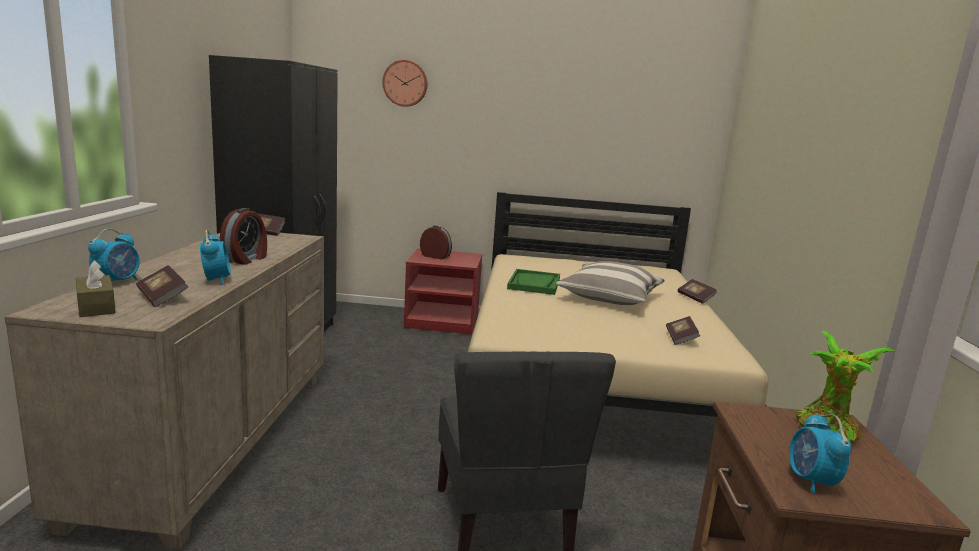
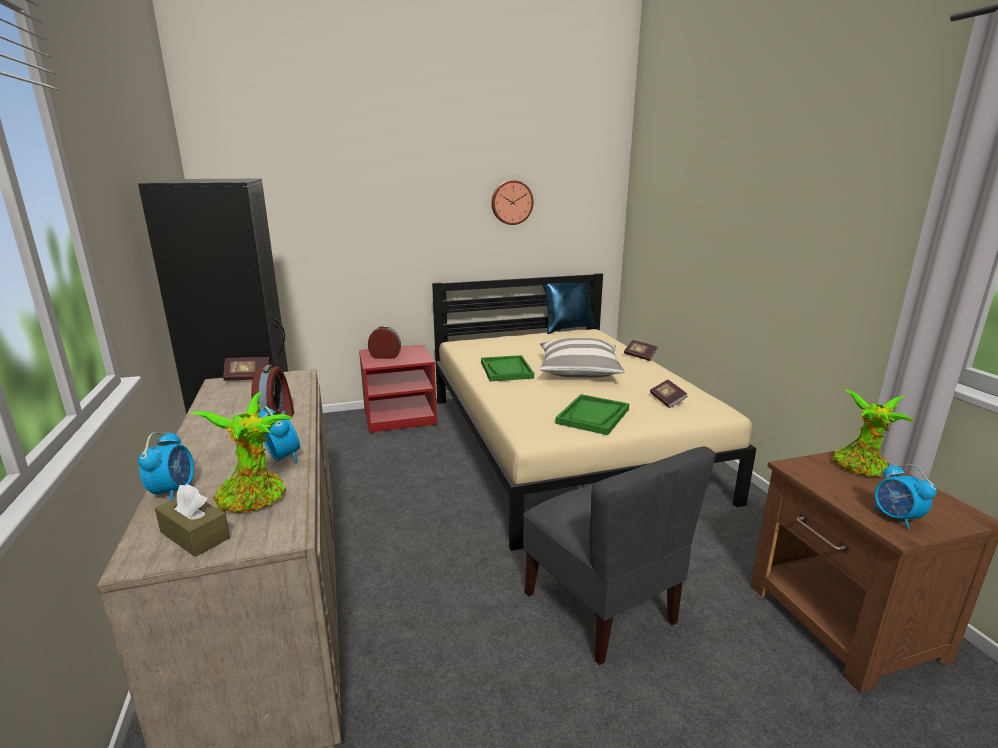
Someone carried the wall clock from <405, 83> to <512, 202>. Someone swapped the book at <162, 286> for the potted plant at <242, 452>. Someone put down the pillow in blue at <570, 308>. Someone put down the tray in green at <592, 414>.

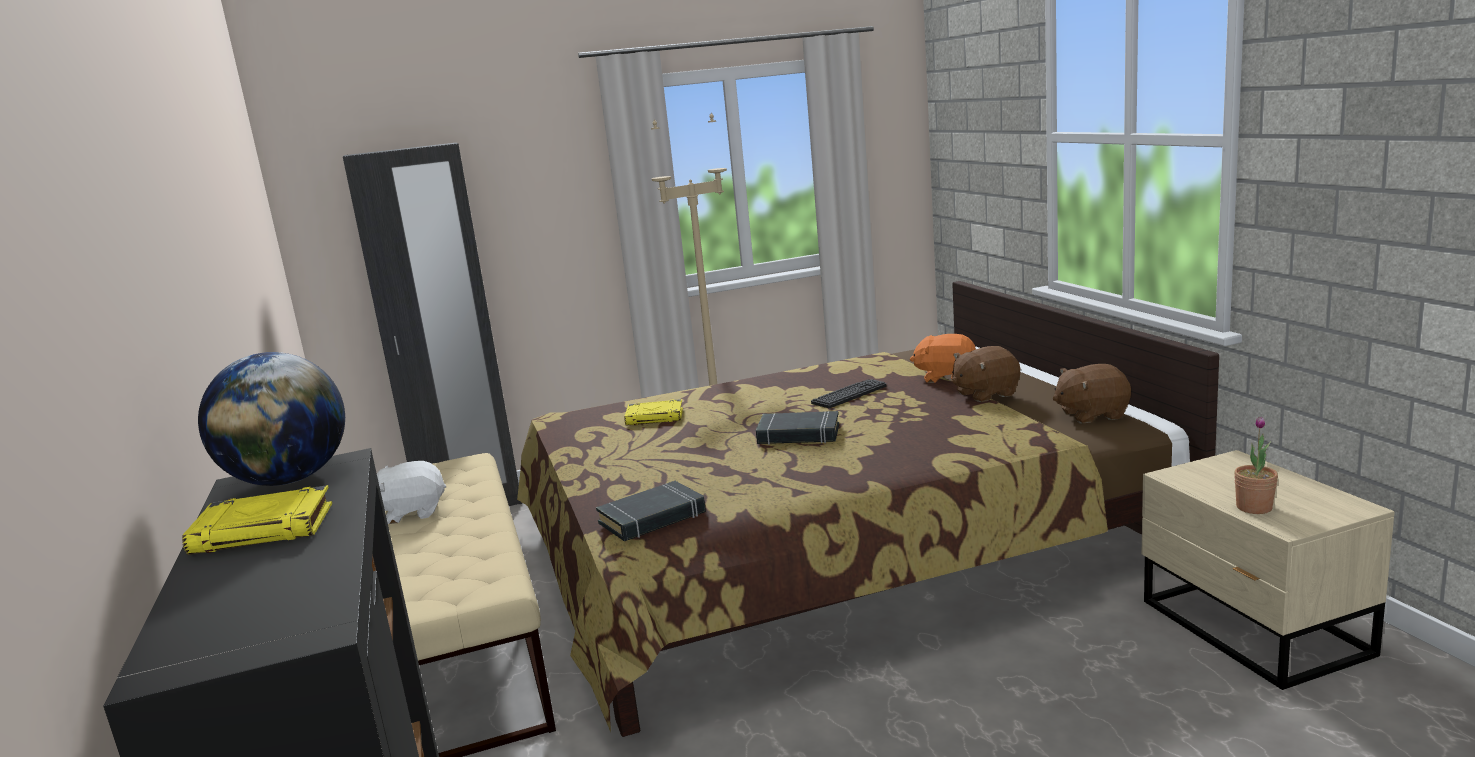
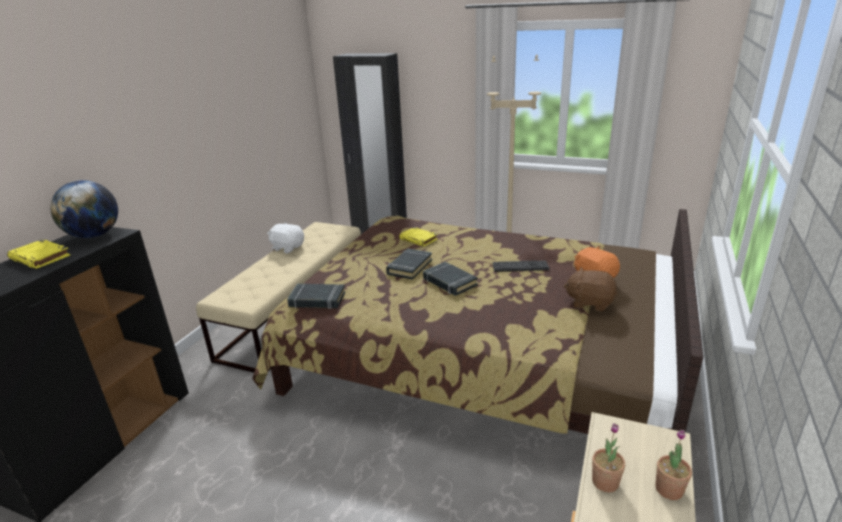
Someone took away the plush toy in brown at <1092, 393>. Someone put down the book in black at <409, 264>. Someone put down the potted plant at <674, 465>.

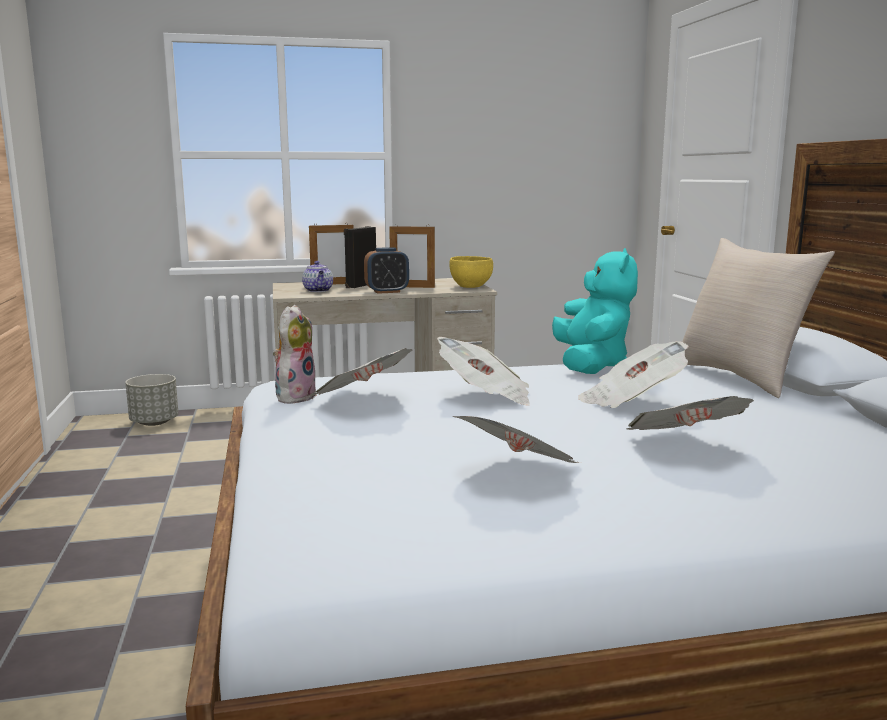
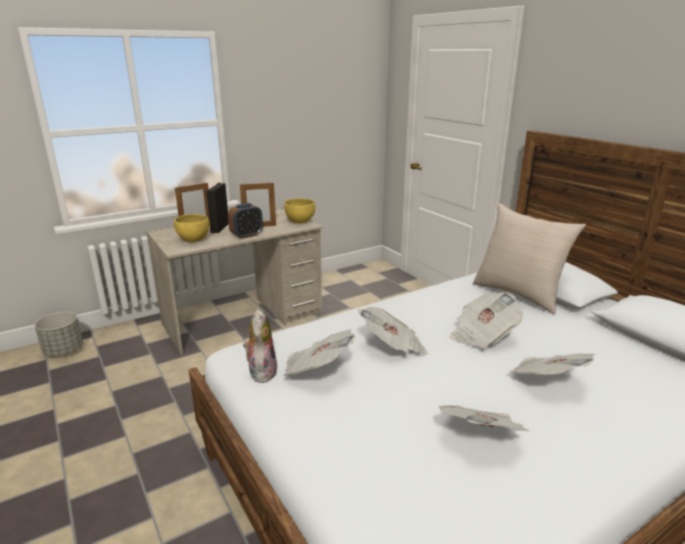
Someone took away the plush toy in turquoise at <595, 311>. Someone swapped the teapot at <317, 276> for the bowl in yellow at <191, 228>.

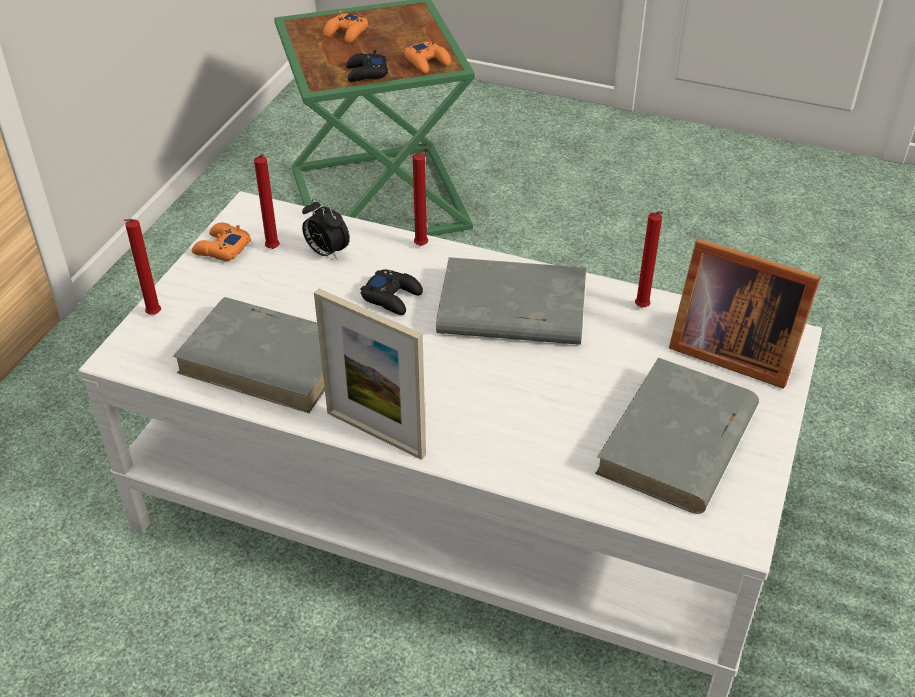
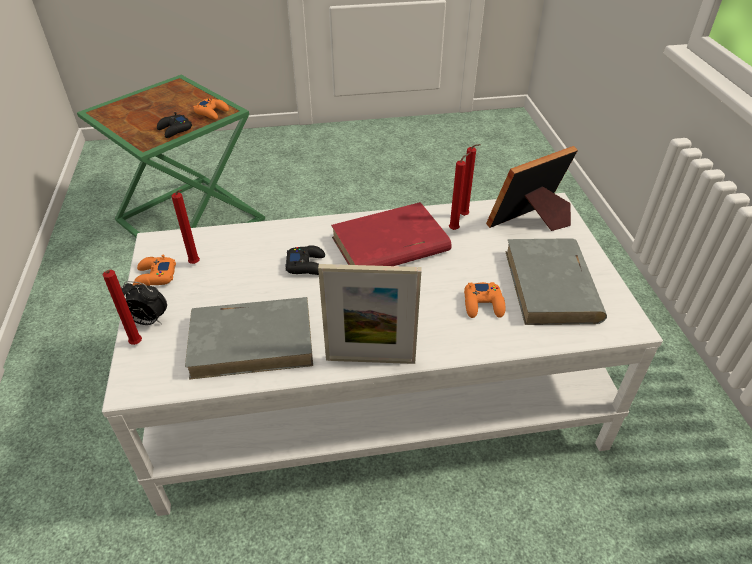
Someone carried the game controller in orange from <345, 27> to <484, 300>. Someone carried the candle in red from <422, 196> to <460, 191>. Someone carried the alarm clock from <326, 229> to <144, 303>. Someone rotated the picture frame at <745, 313> by 150 degrees clockwise. Someone repainted the book in grey at <511, 301>, which became the book in red at <391, 234>.

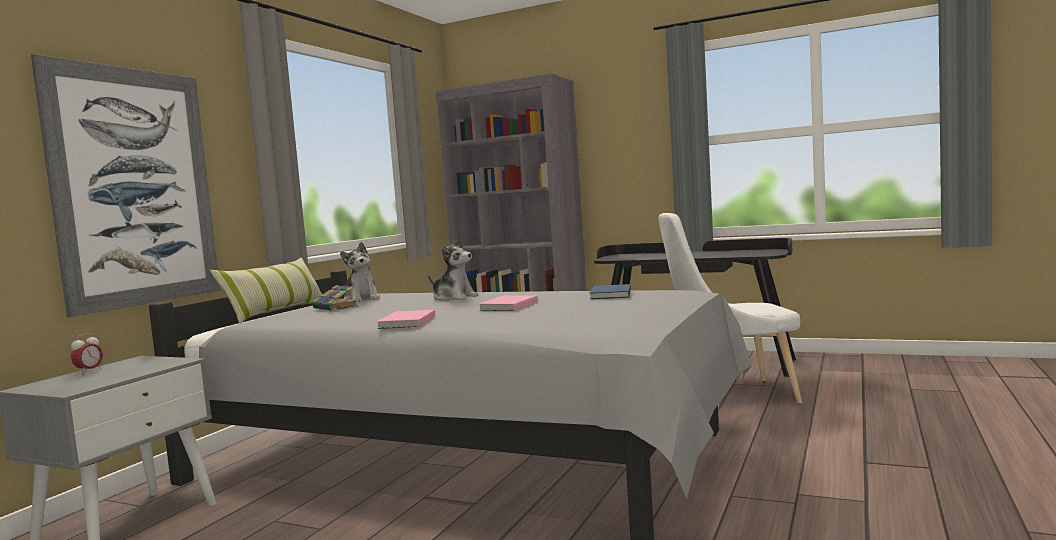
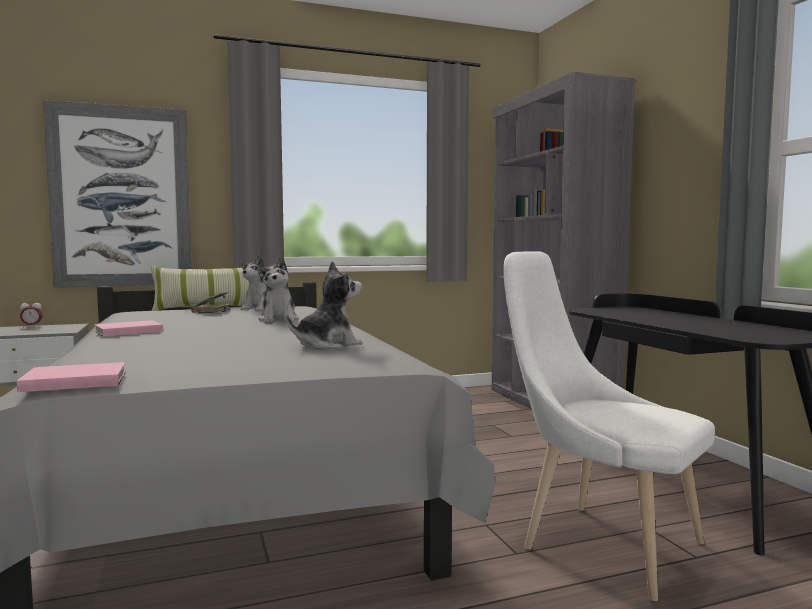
Someone swapped the book in blue at <610, 291> for the plush toy at <324, 305>. Someone carried the book in pink from <508, 303> to <71, 377>.

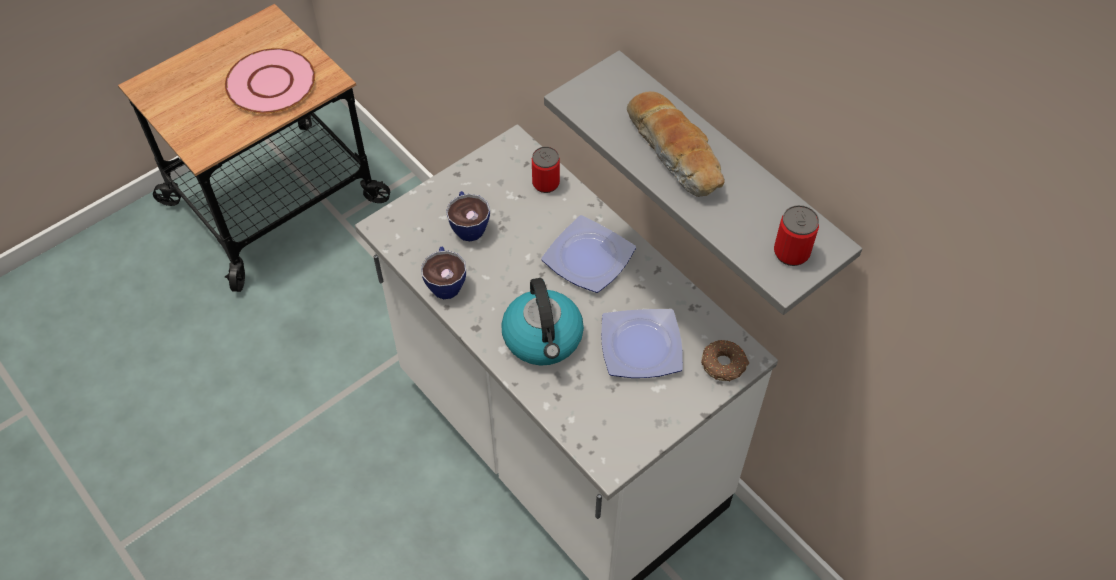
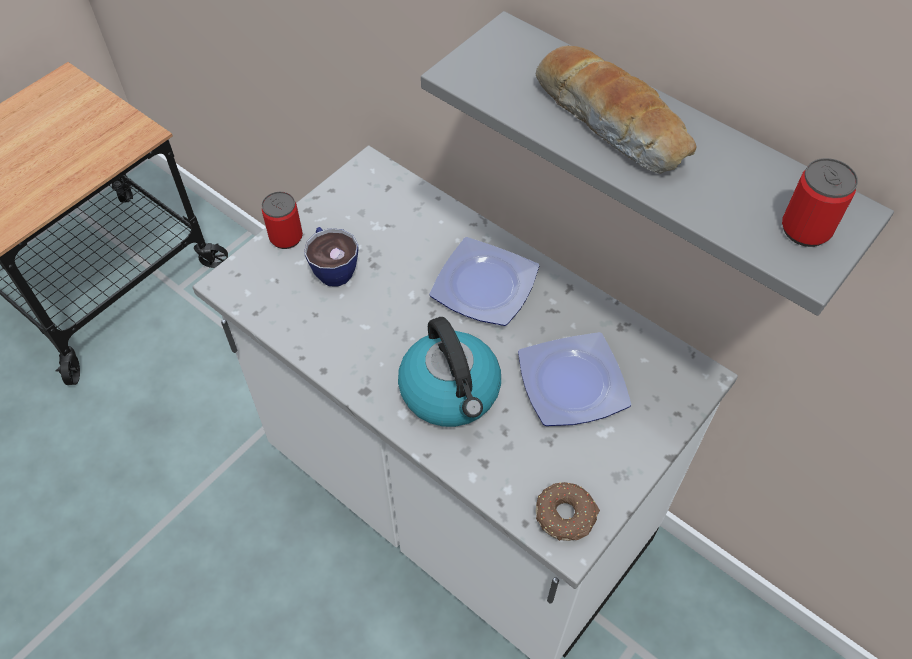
Someone took away the plate in pink at <270, 80>. Someone carried the can from <546, 170> to <282, 220>. Someone took away the cup at <443, 273>. Someone carried the donut from <725, 360> to <568, 511>.

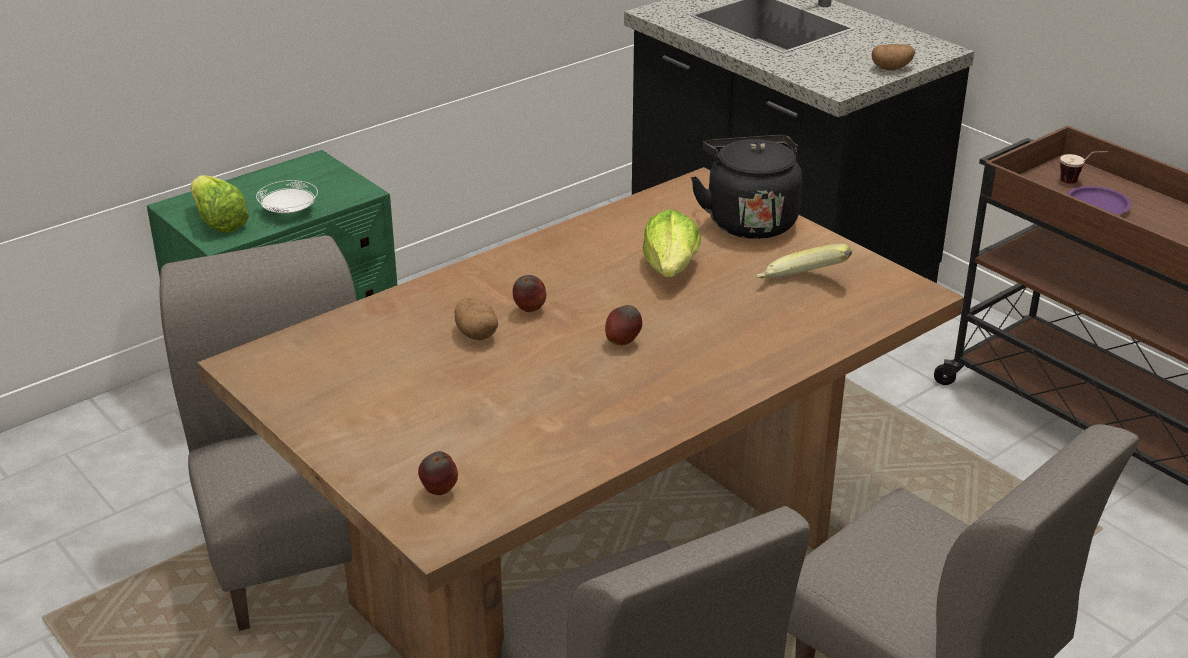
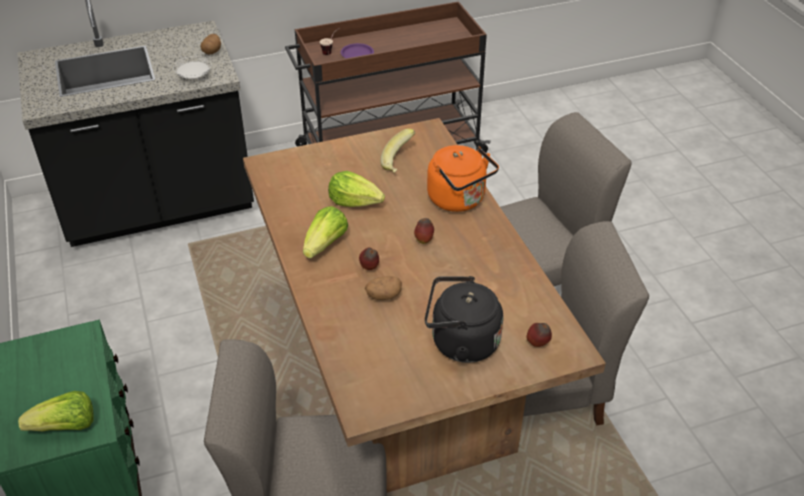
Someone carried the kettle in black from <746, 187> to <464, 319>. Someone carried the plate in white from <287, 197> to <192, 67>. Someone put down the kettle in orange at <463, 178>. Someone put down the lettuce at <325, 232>.

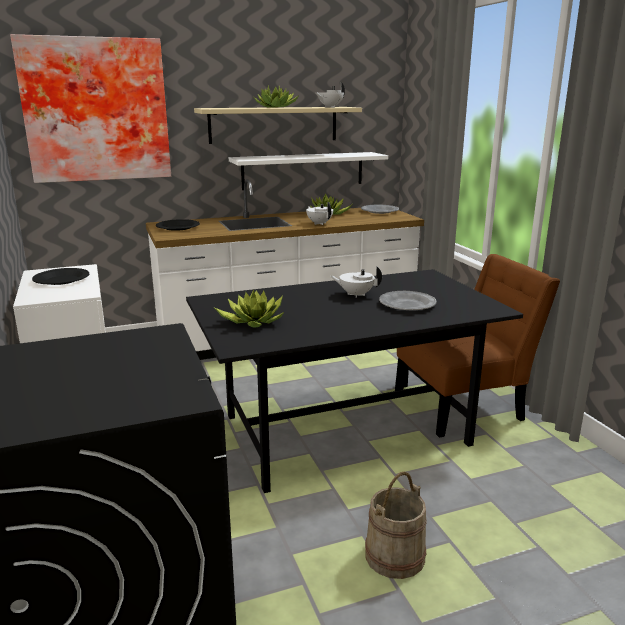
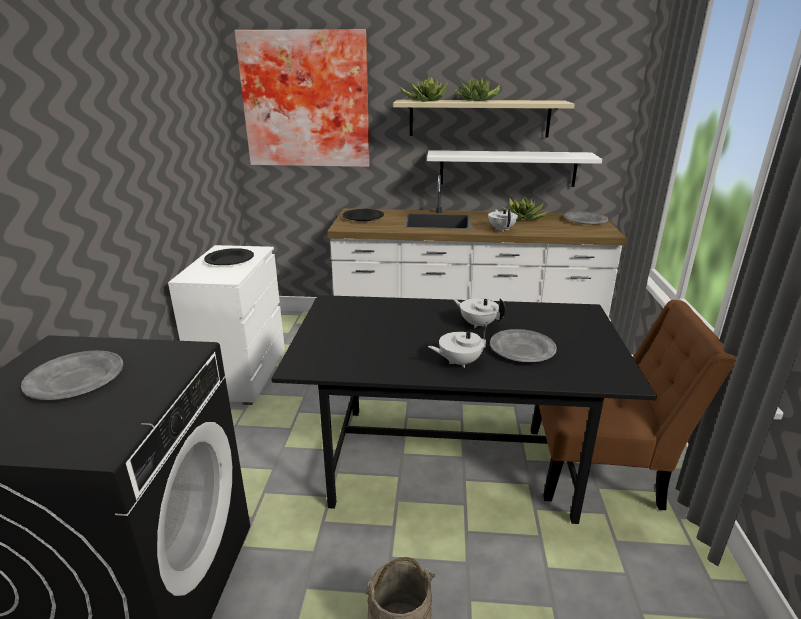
Someone carried the teapot in white from <330, 94> to <459, 346>. Someone carried the potted plant from <249, 308> to <423, 89>. Someone put down the plate in grey at <72, 375>.

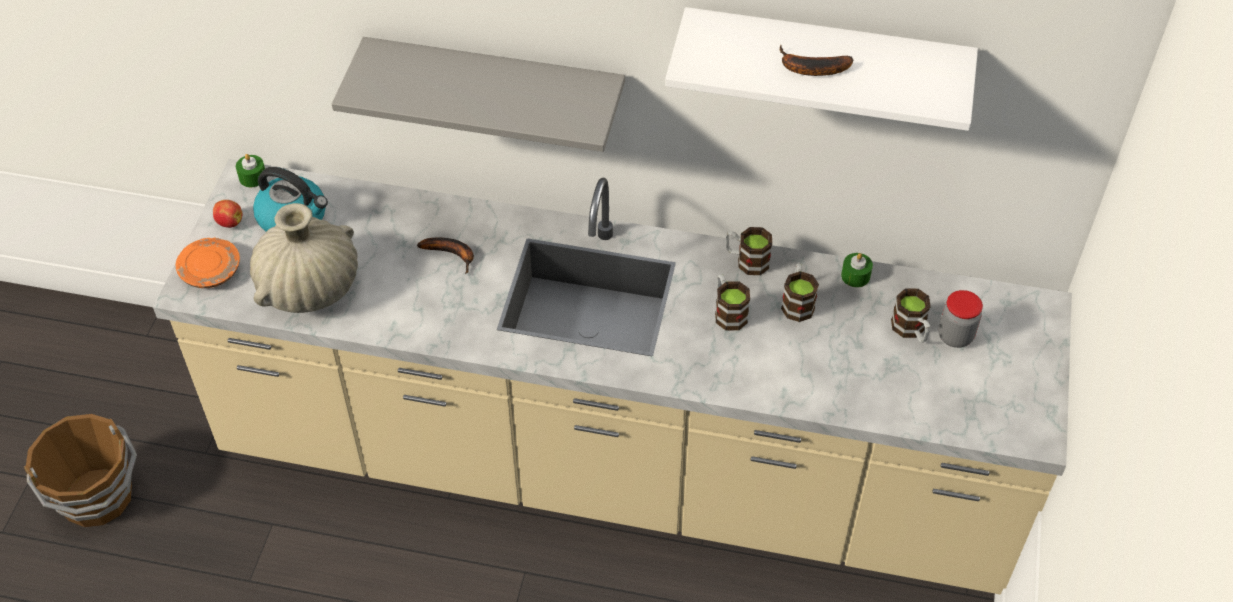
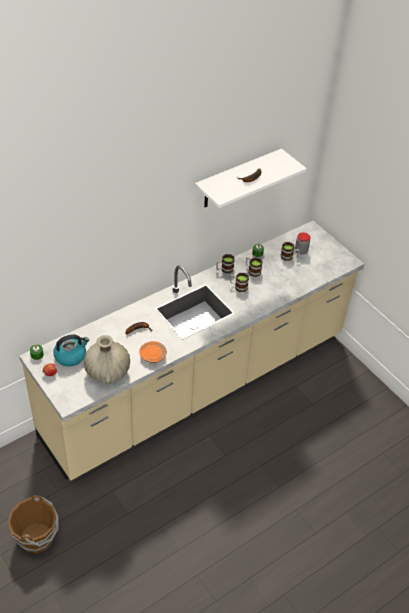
Someone took away the shelf in grey at <478, 94>. Someone carried the plate in orange from <208, 263> to <153, 352>.

